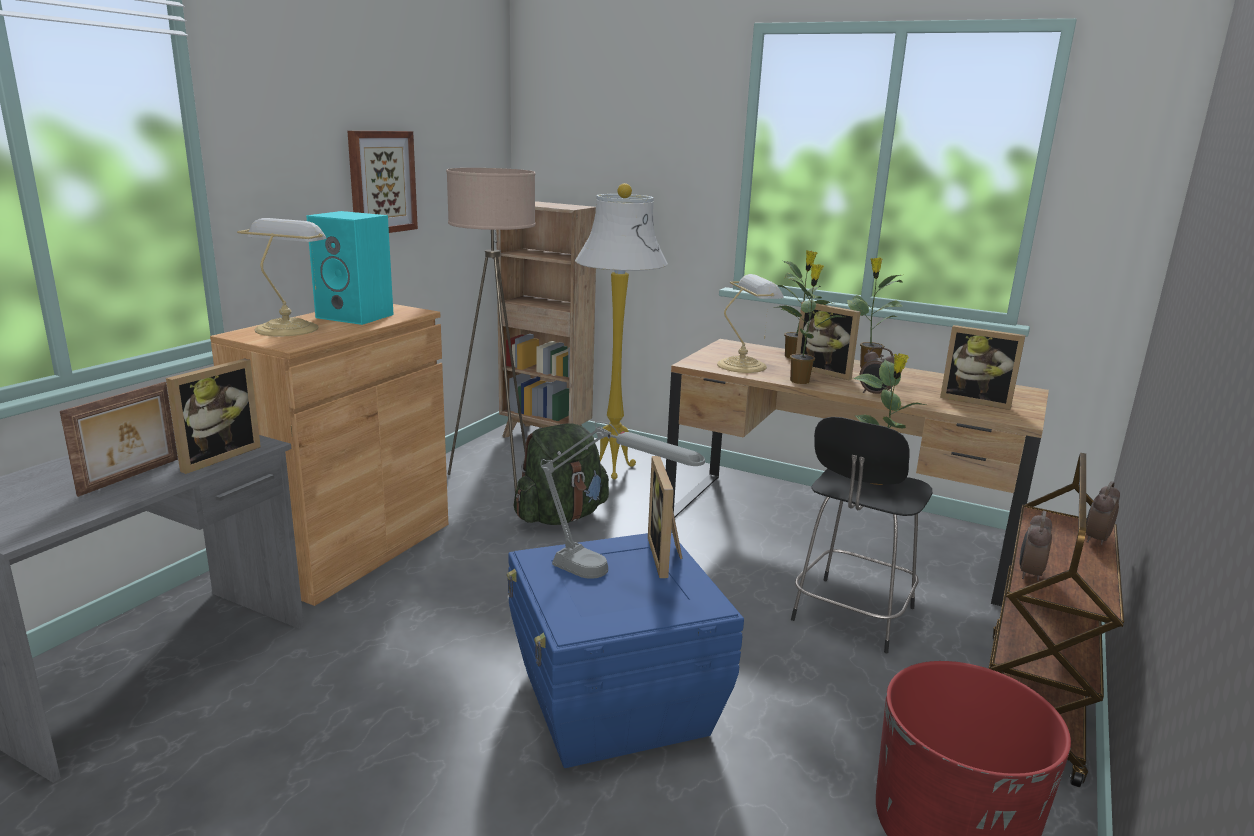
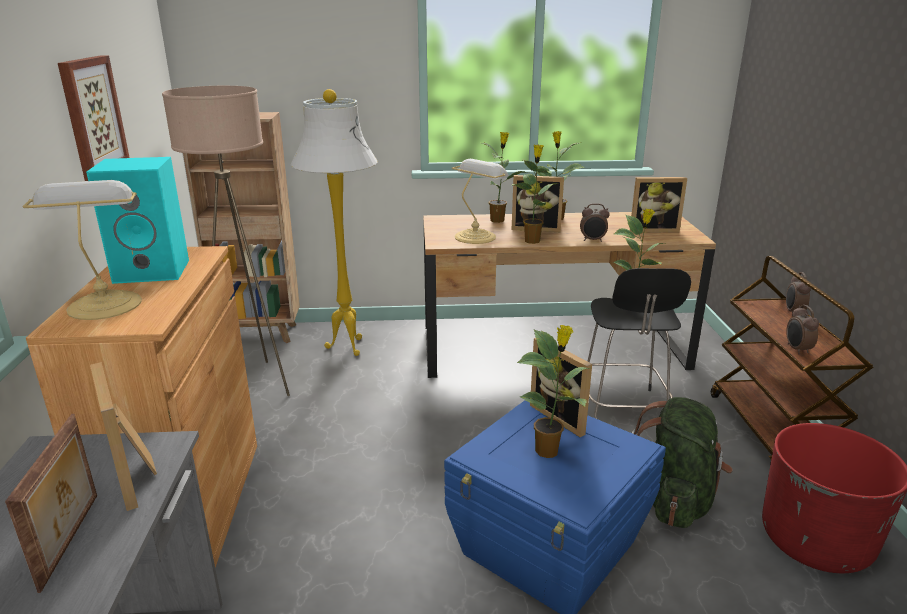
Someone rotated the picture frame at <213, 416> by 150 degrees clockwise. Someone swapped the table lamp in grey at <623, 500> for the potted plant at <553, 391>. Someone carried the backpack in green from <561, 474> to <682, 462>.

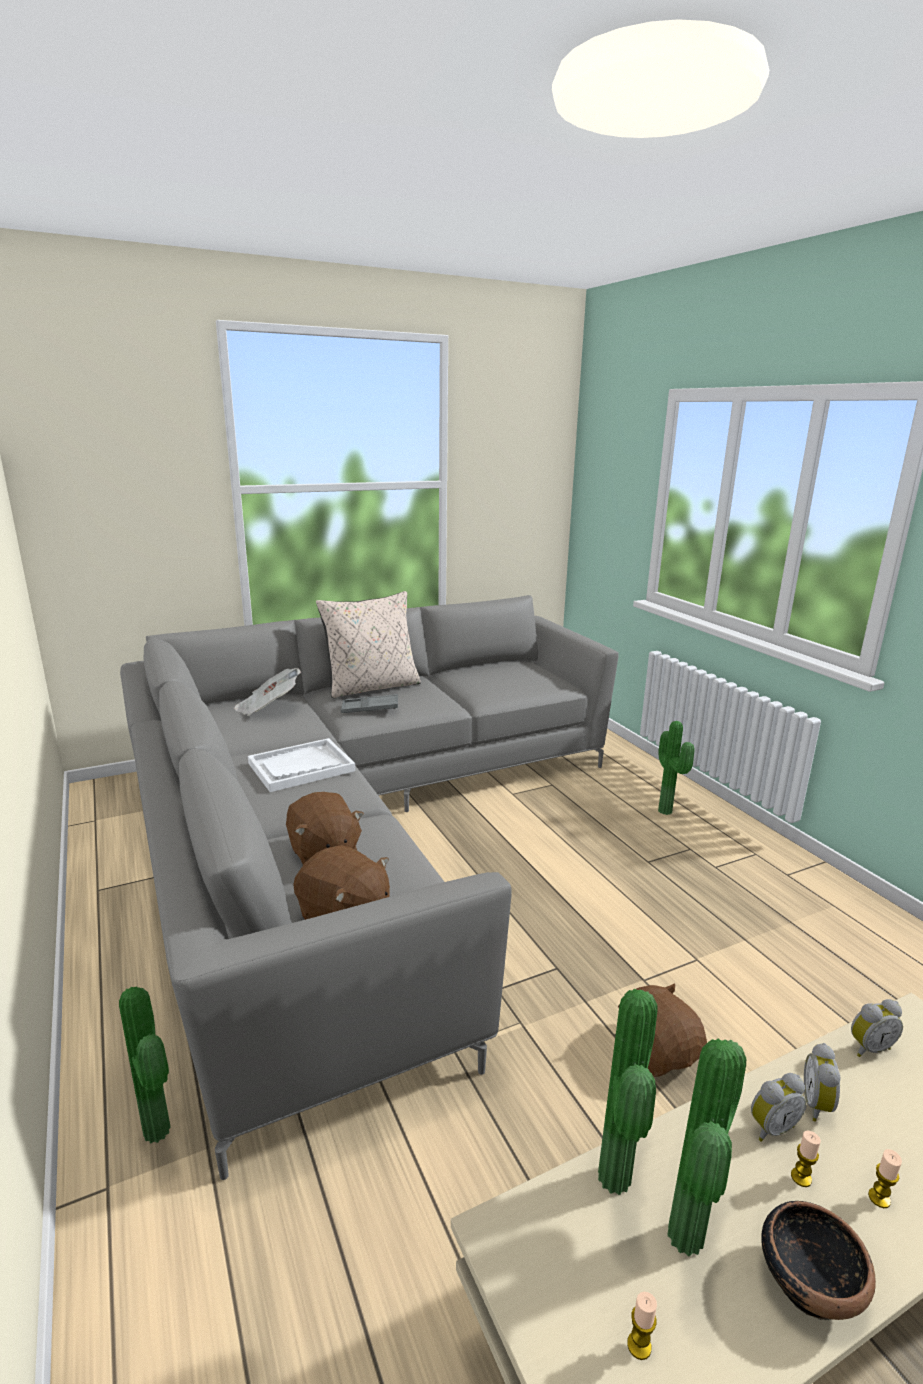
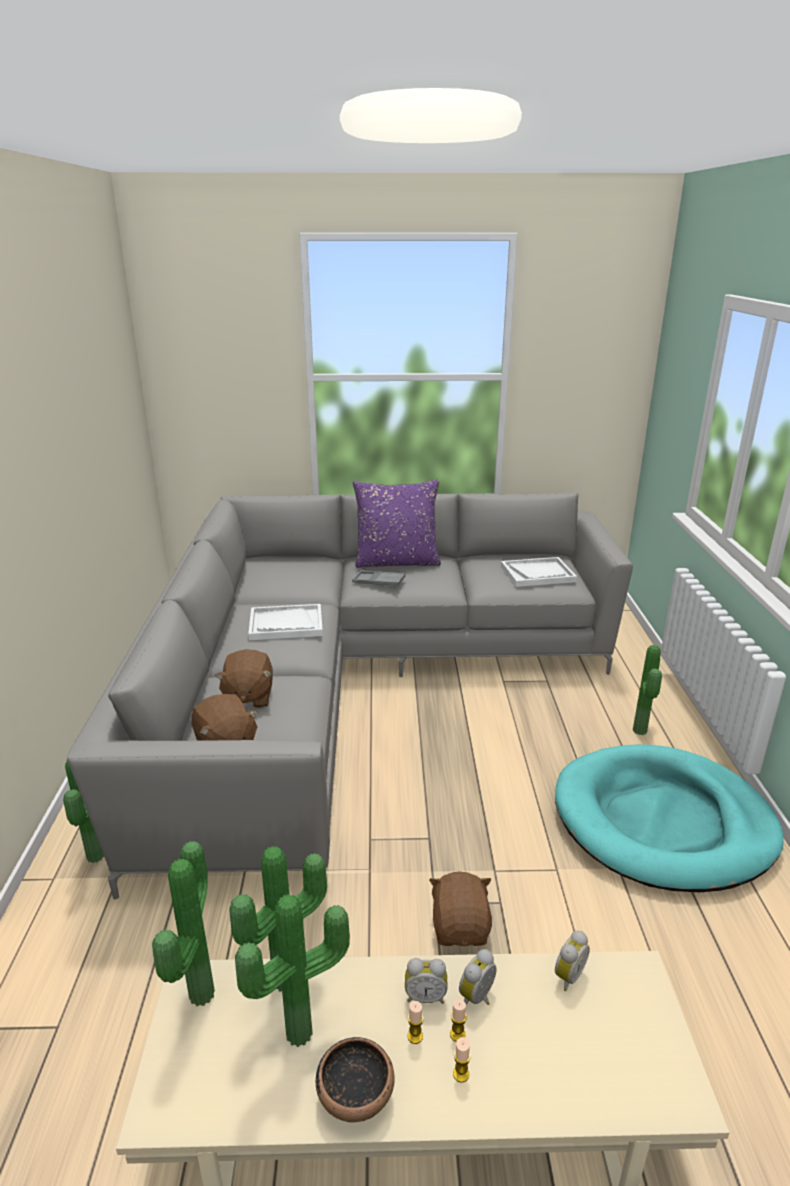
Someone repainted the pillow in beige at <368, 644>, which became the pillow in purple at <397, 524>. Someone took away the newspaper at <267, 692>. Someone rotated the alarm clock at <877, 1028> by 60 degrees counterclockwise. Someone carried the candle from <642, 1326> to <458, 1020>. Someone put down the tray in white at <539, 572>. Someone put down the dog bed in turquoise at <669, 818>. Someone put down the potted plant at <183, 923>.

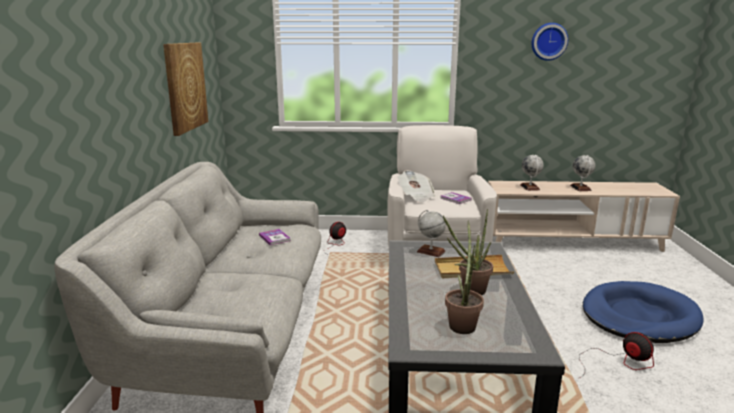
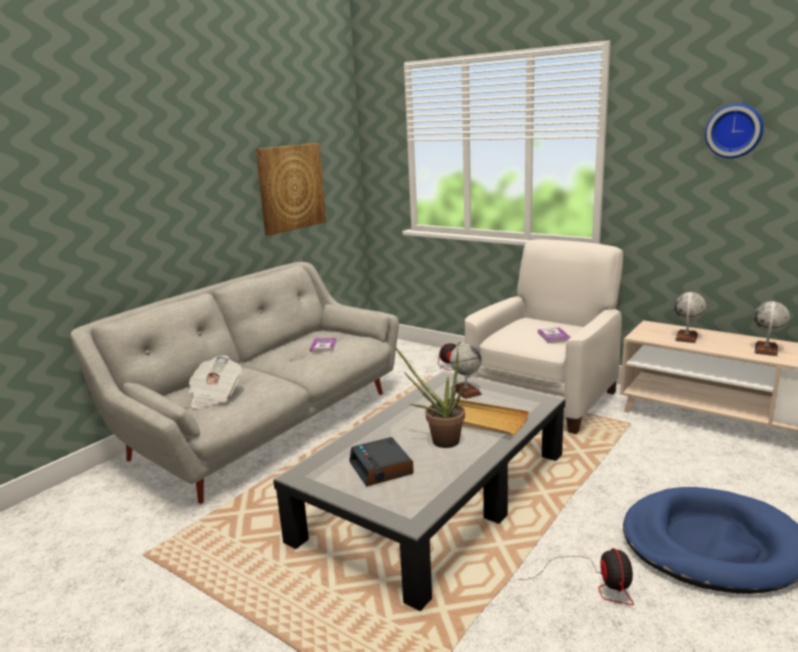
Someone carried the newspaper from <416, 186> to <215, 381>. Someone swapped the potted plant at <464, 277> for the alarm clock at <381, 461>.

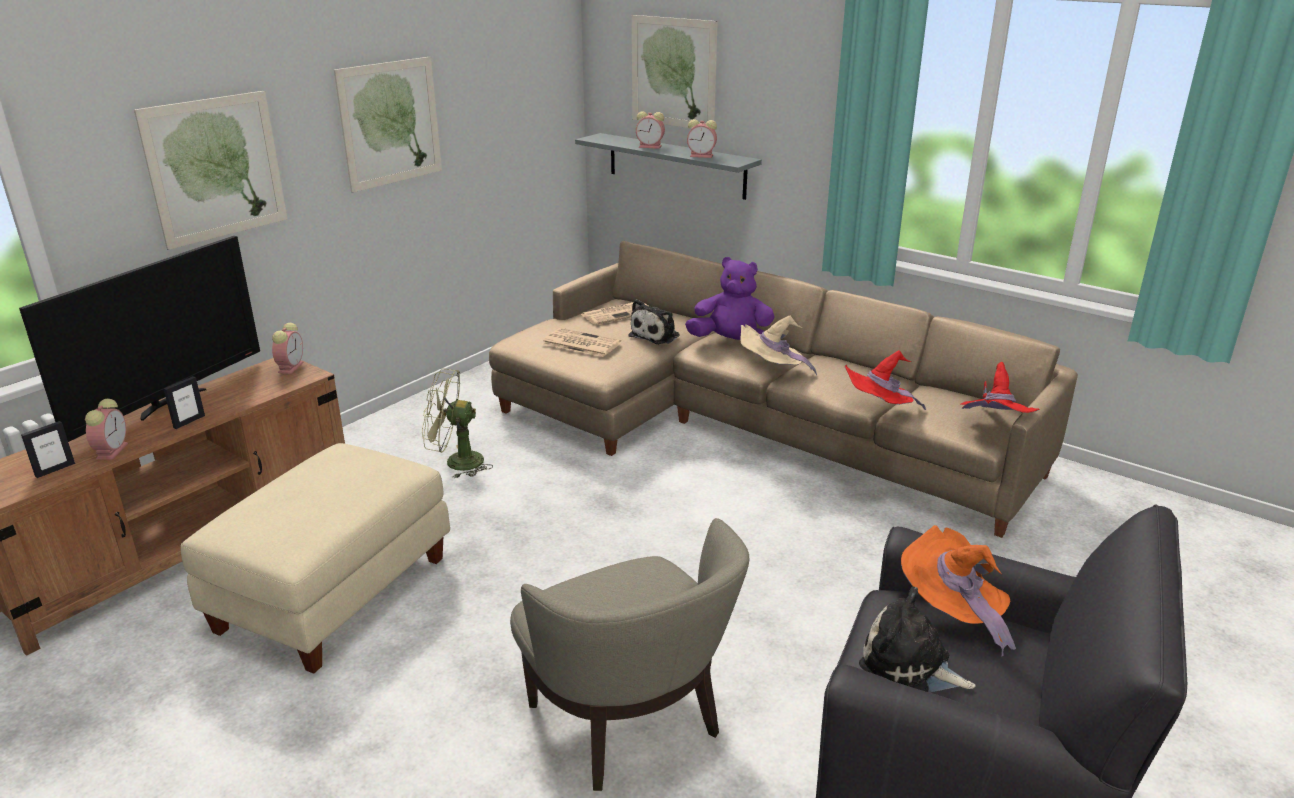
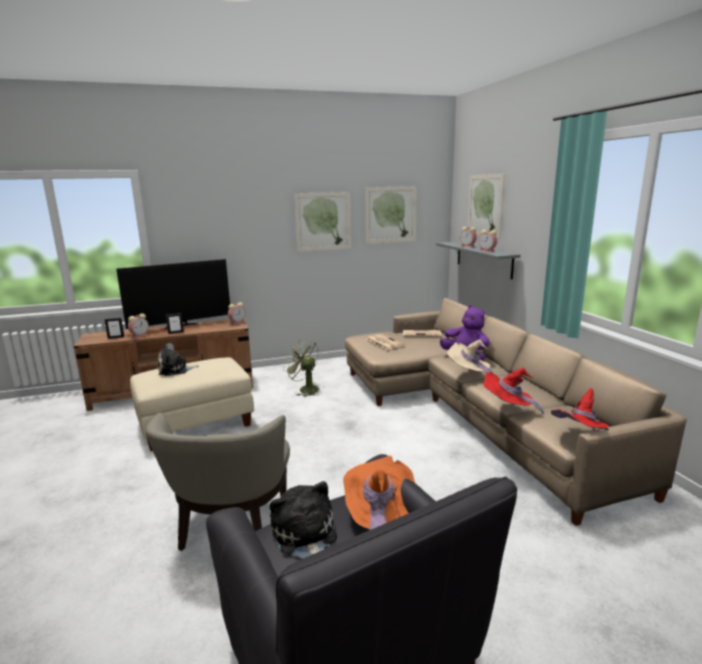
Someone carried the picture from <211, 170> to <391, 215>. Someone carried the plush toy from <654, 321> to <178, 360>.

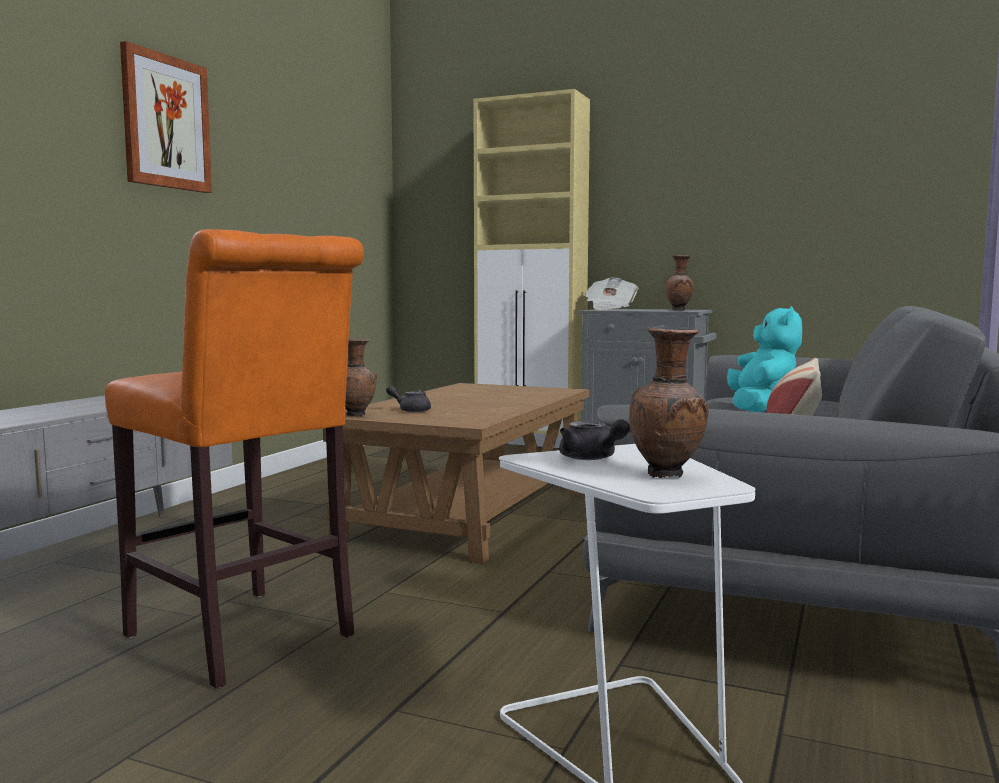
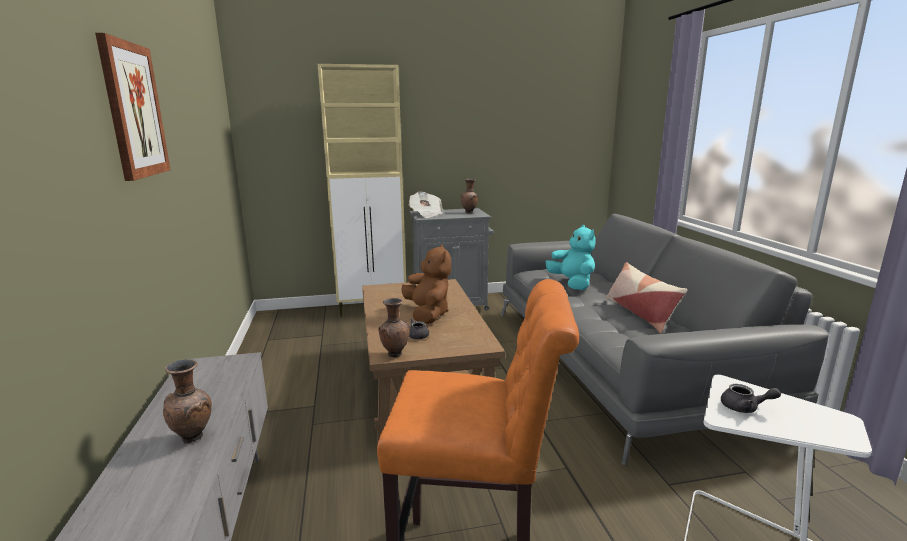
Someone carried the vase in brown from <669, 402> to <187, 401>. Someone put down the plush toy in brown at <426, 284>.

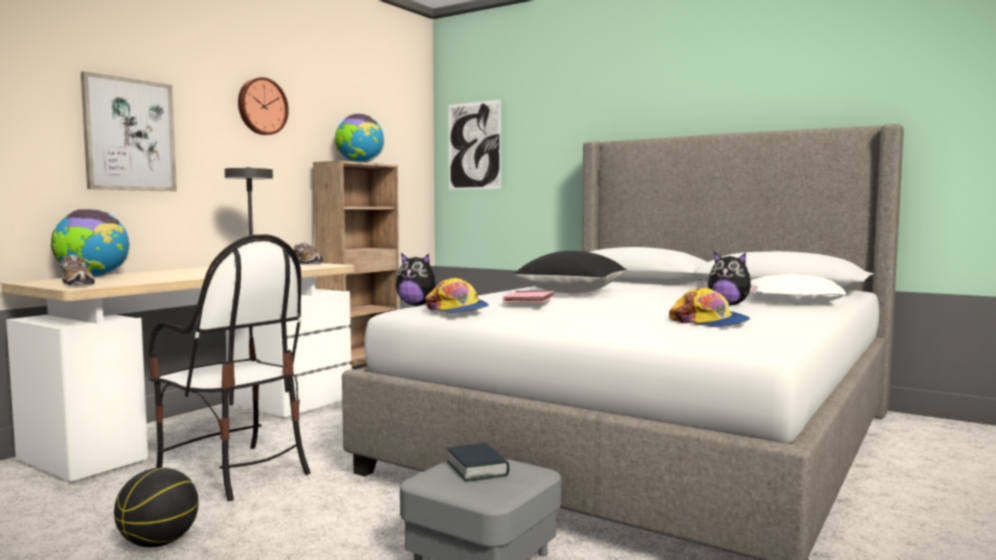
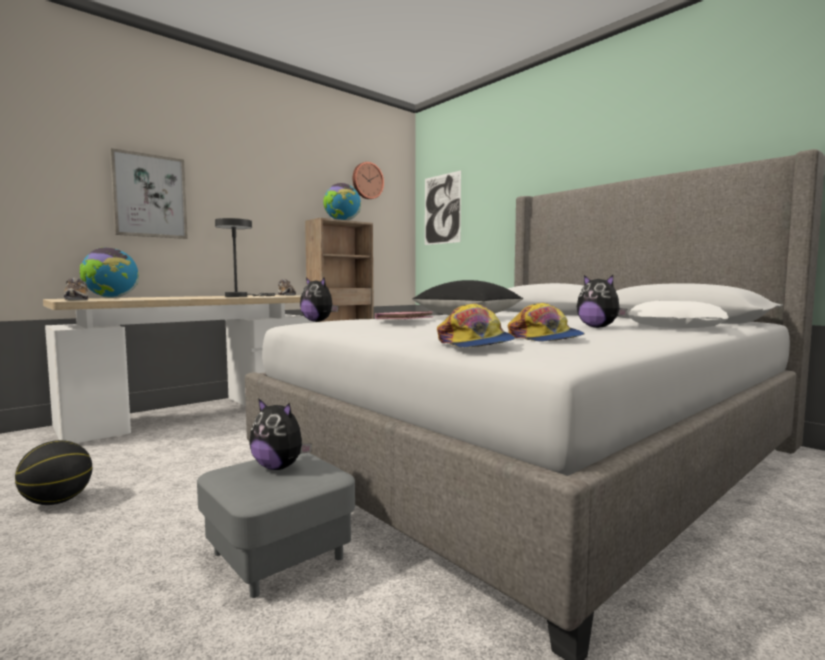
Someone carried the wall clock from <263, 106> to <368, 180>. Someone took away the chair at <229, 367>. Someone carried the cap from <457, 296> to <476, 326>. Someone swapped the book at <478, 462> for the plush toy at <280, 434>.

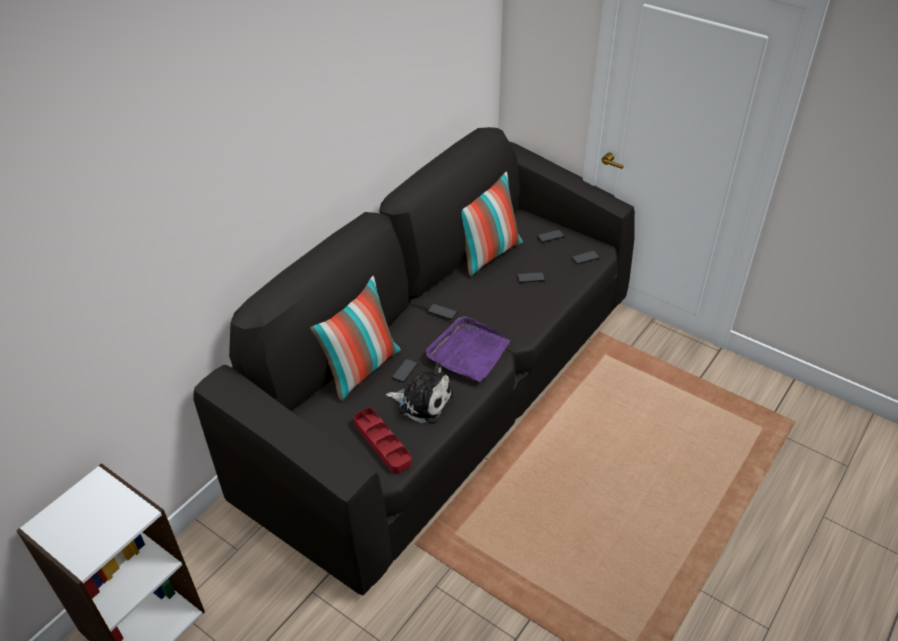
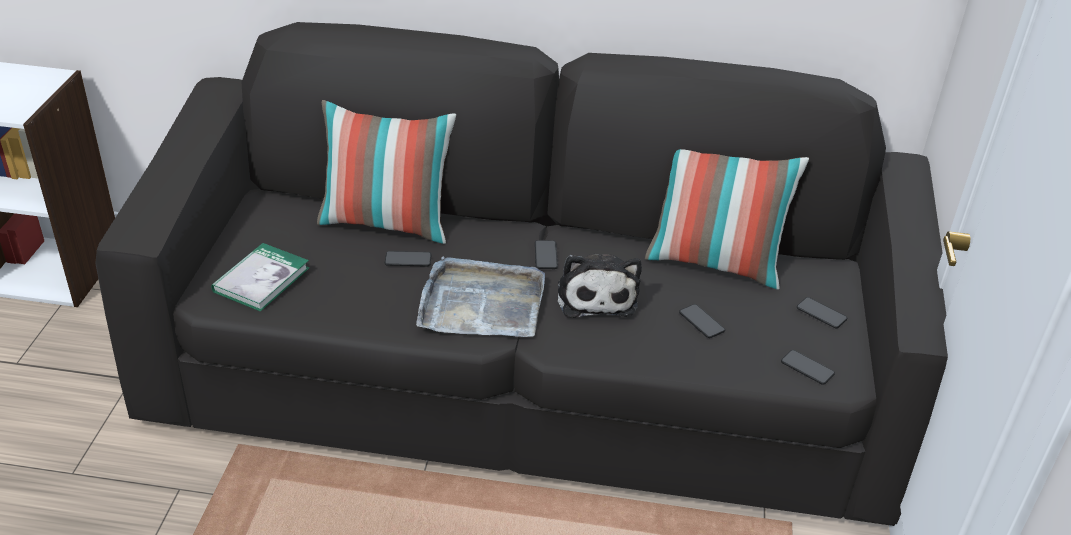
Someone repainted the tray in purple at <468, 349>, which became the tray in grey at <480, 297>. Someone carried the plush toy from <419, 393> to <600, 285>. Someone swapped the tray in red at <383, 441> for the book at <260, 277>.

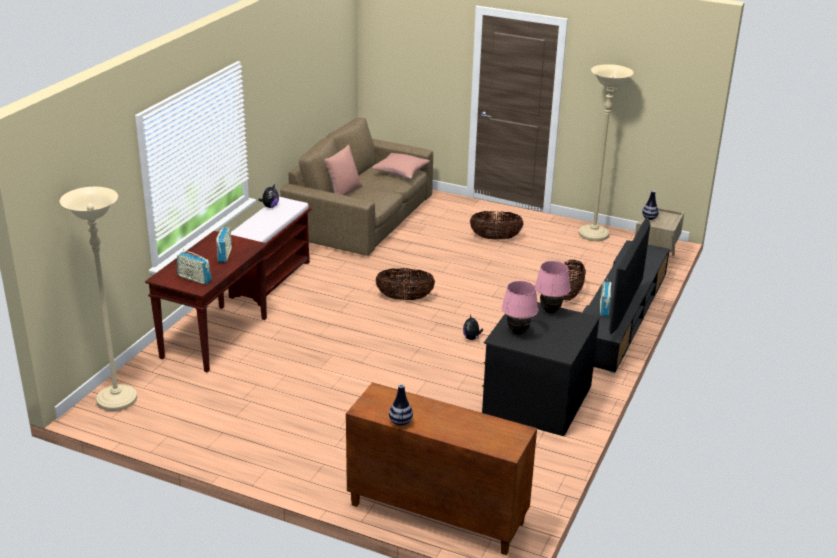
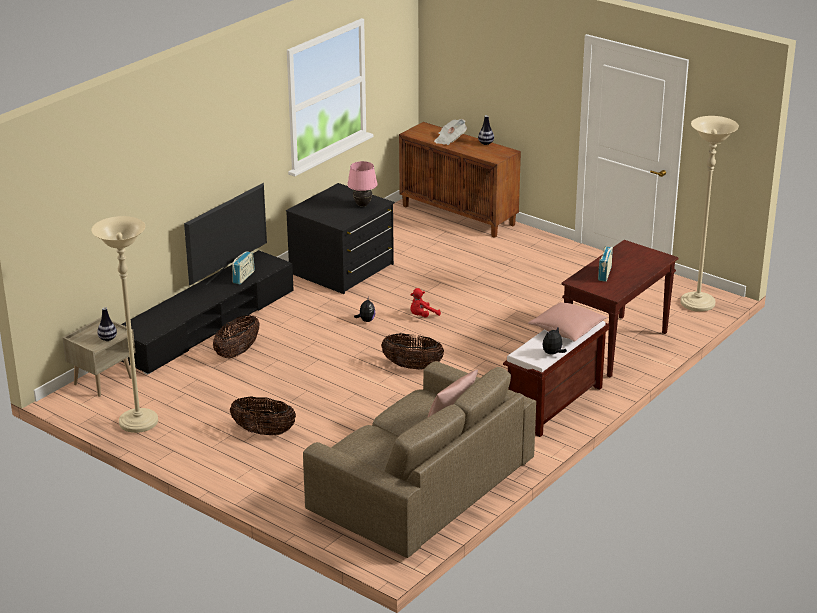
Someone carried the pillow in pink from <400, 166> to <568, 322>. Someone took away the radio at <194, 267>. Someone took away the table lamp in pink at <553, 287>. Someone put down the newspaper at <450, 132>. Someone put down the plush toy in red at <425, 302>.

